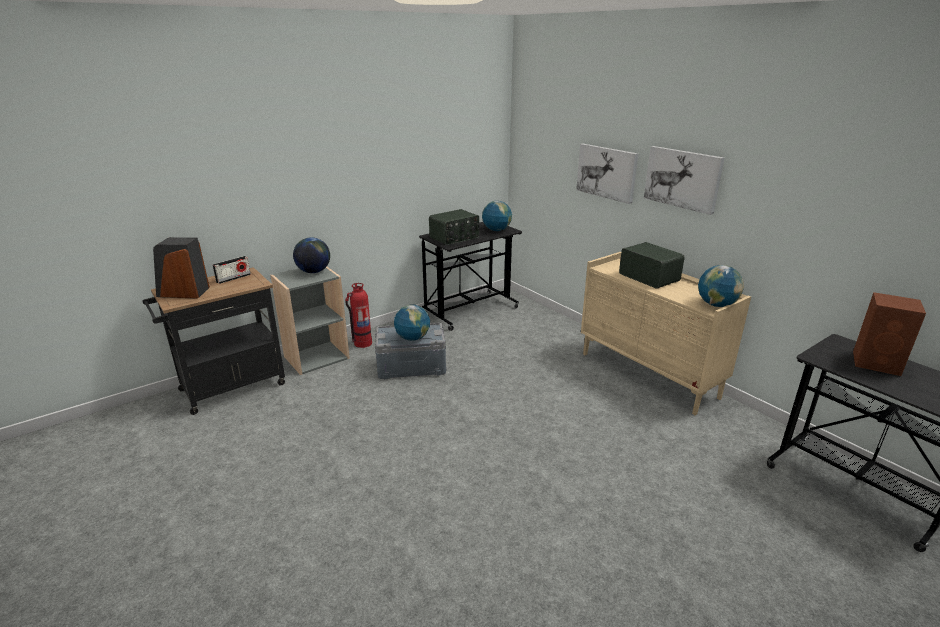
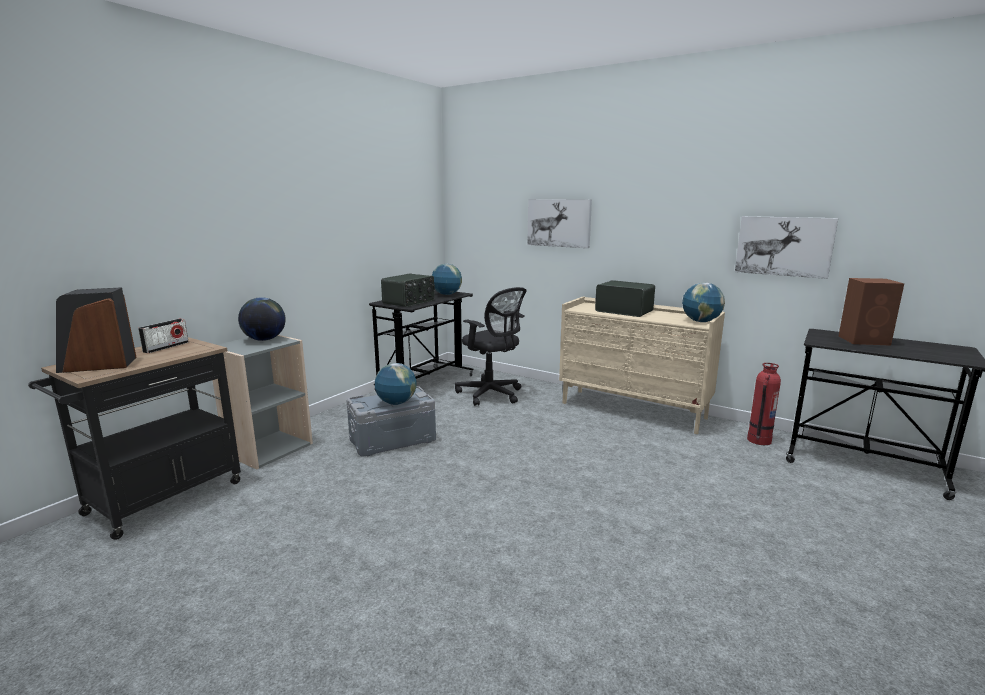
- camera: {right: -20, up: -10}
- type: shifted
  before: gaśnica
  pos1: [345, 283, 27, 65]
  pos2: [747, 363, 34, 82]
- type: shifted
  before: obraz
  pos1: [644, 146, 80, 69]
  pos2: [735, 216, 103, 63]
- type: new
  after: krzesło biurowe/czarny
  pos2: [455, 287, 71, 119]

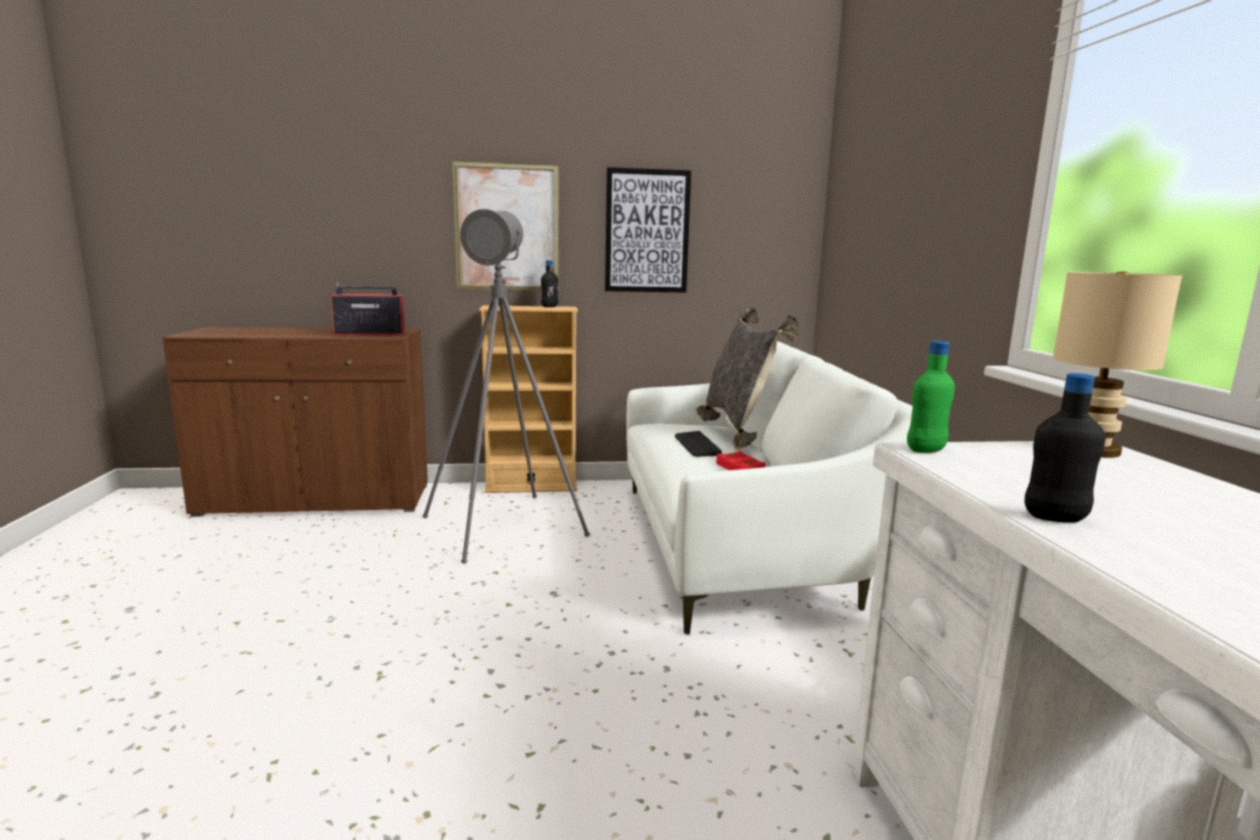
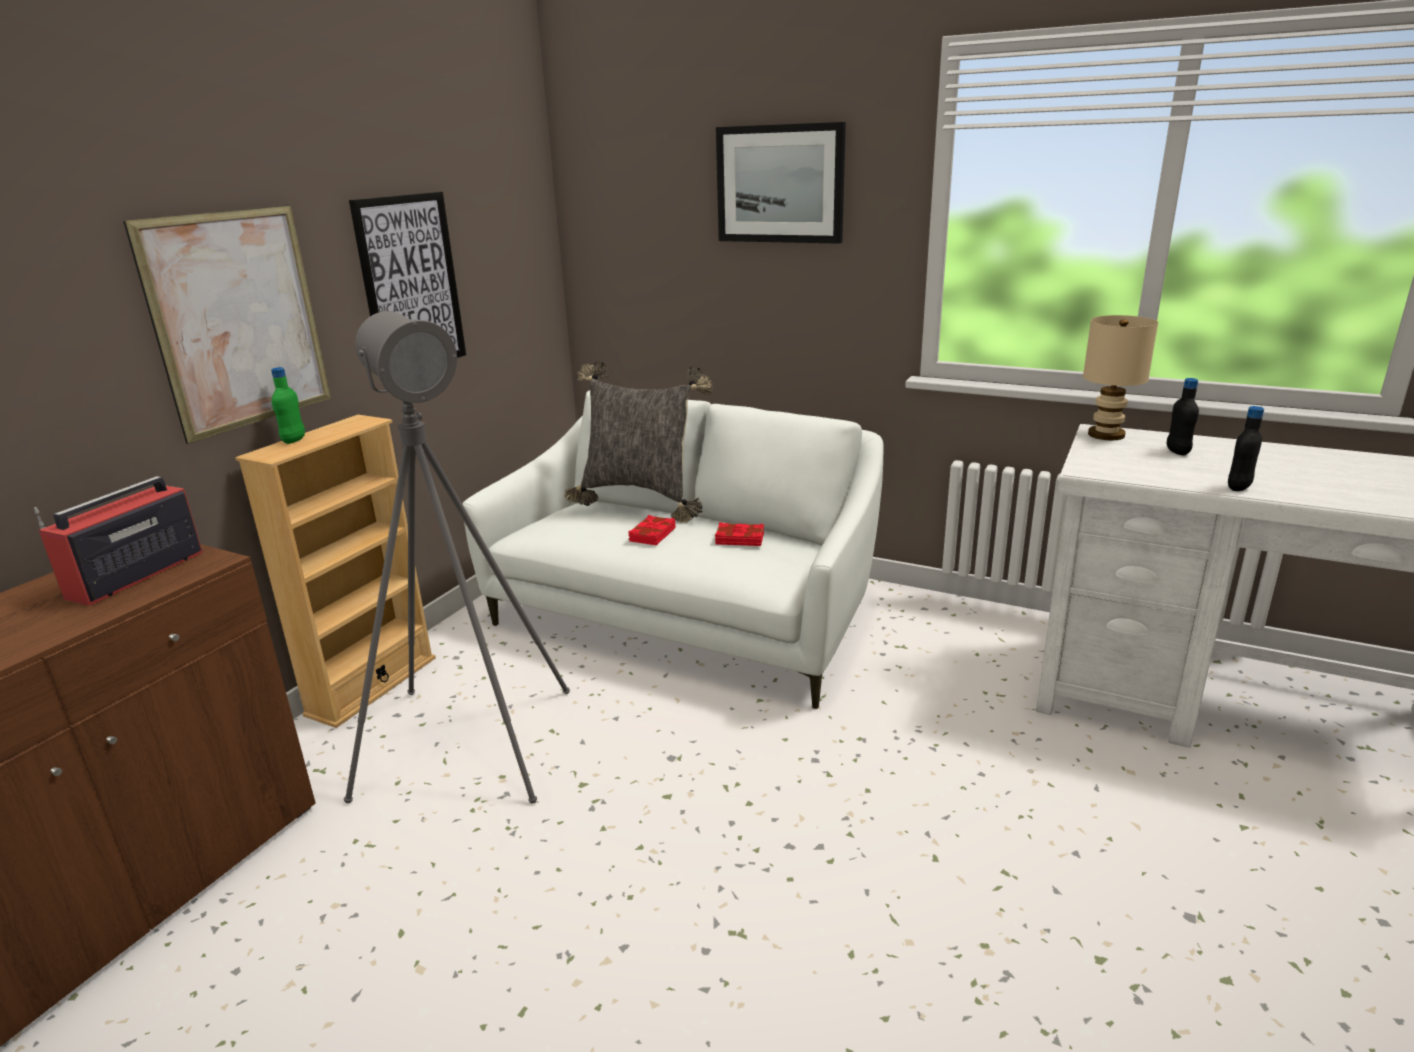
- camera: {right: -55, up: 10}
- type: shifted
  before: butelka/czarny
  pos1: [541, 260, 17, 47]
  pos2: [1167, 378, 32, 77]
- type: swapped
  before: klawiatura
  after: książka/czerwony
  pos1: [675, 431, 47, 26]
  pos2: [628, 515, 48, 30]
- type: shifted
  before: butelka/zielony
  pos1: [907, 341, 48, 112]
  pos2: [271, 367, 34, 77]
- type: new
  after: obraz
  pos2: [716, 122, 130, 122]

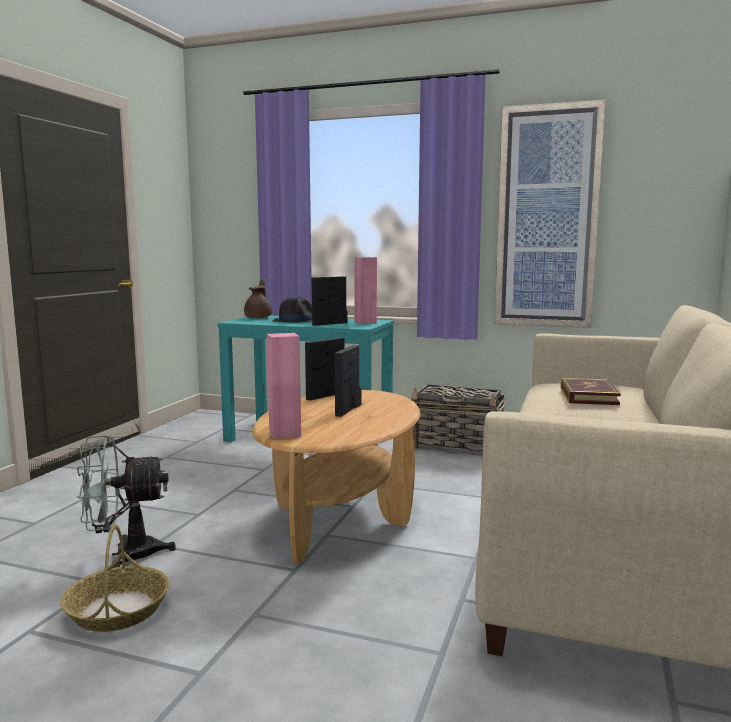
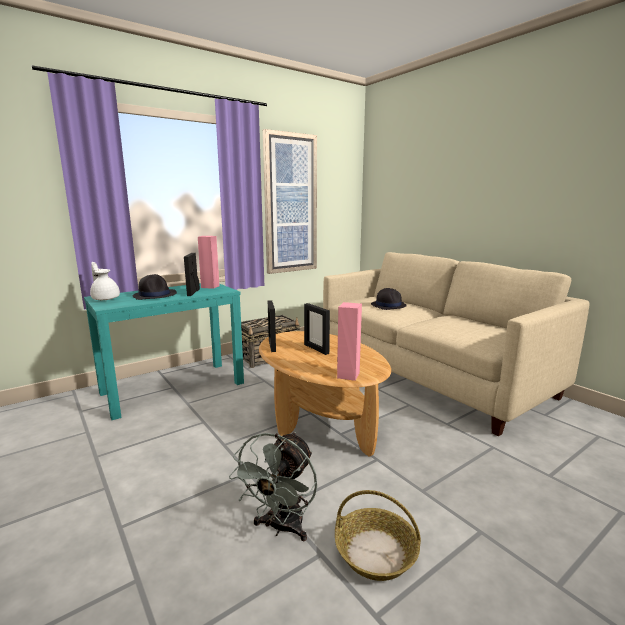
- camera: {right: -55, up: 5}
- type: repainted
  before: imbryk/brązowy
  after: imbryk/biały
  pos1: [244, 279, 28, 39]
  pos2: [90, 262, 30, 38]
- type: swapped
  before: książka
  after: kapelusz/czarny
  pos1: [561, 378, 60, 27]
  pos2: [371, 288, 36, 22]

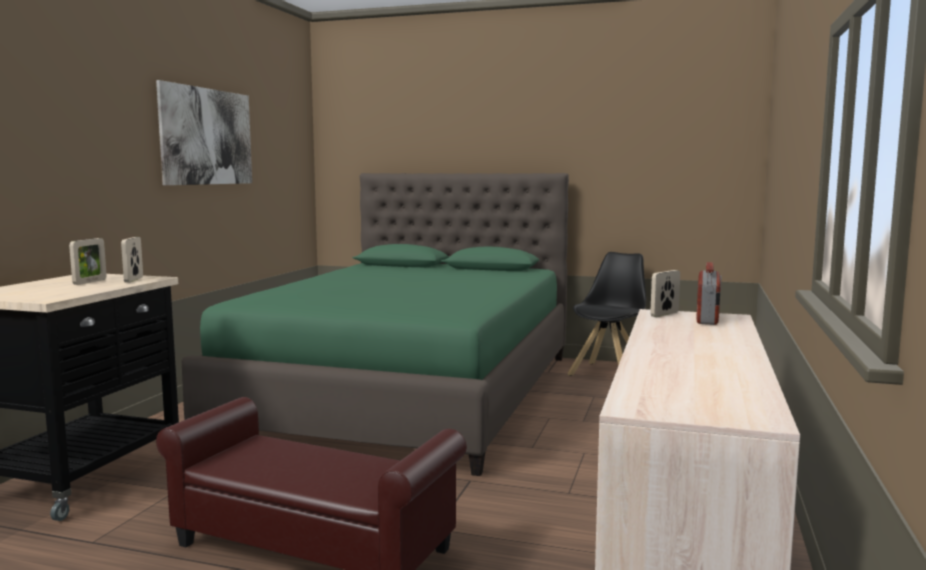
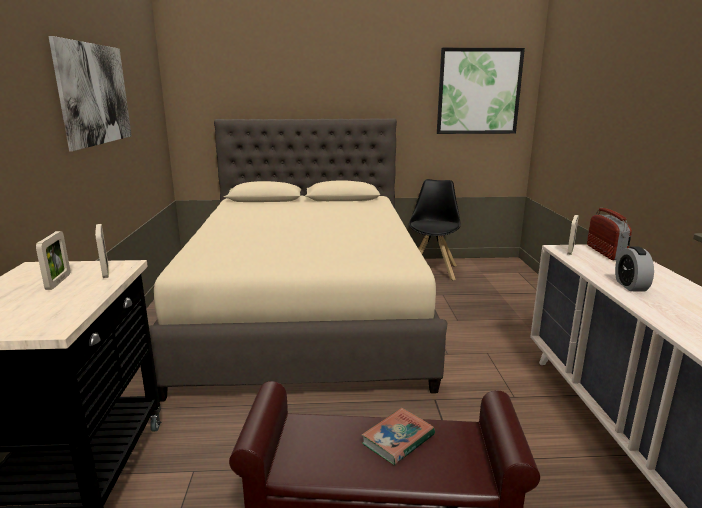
- camera: {right: -20, up: 10}
- type: repainted
  before: łóżko/zielony
  after: łóżko/beżowy
  pos1: [182, 173, 387, 303]
  pos2: [149, 118, 299, 284]
- type: new
  after: książka
  pos2: [361, 408, 74, 57]
- type: new
  after: obraz
  pos2: [437, 48, 88, 86]
- type: new
  after: budzik
  pos2: [615, 246, 39, 46]

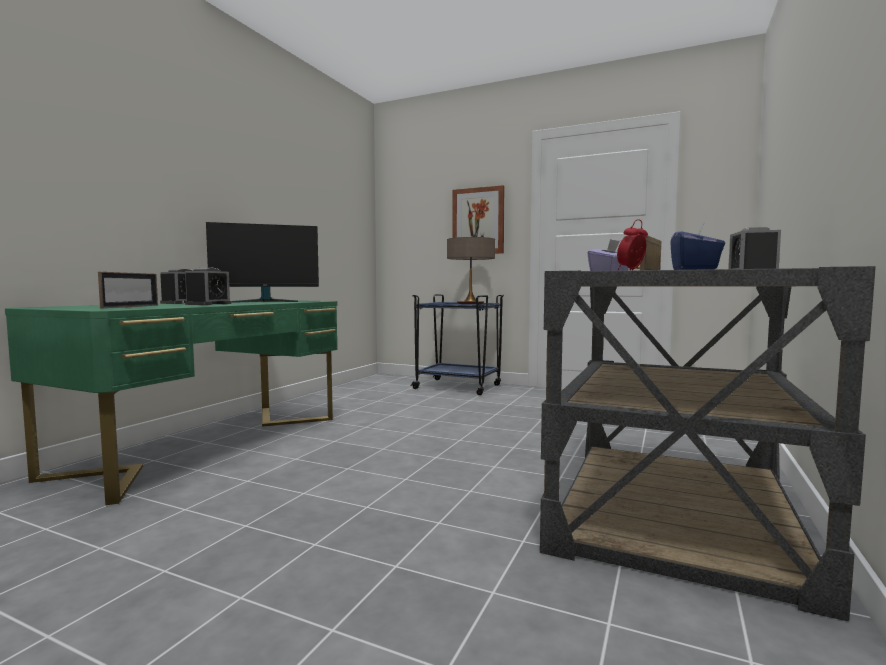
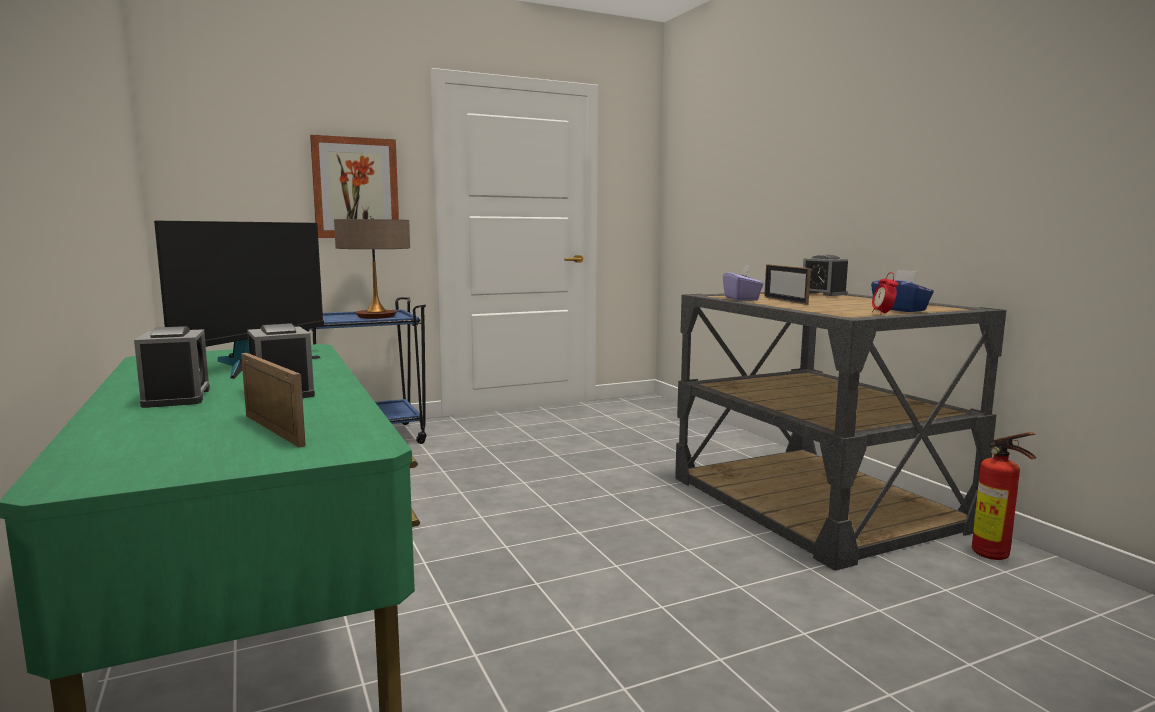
- camera: {right: -50, up: 5}
- type: new
  after: gaśnica
  pos2: [972, 432, 64, 128]

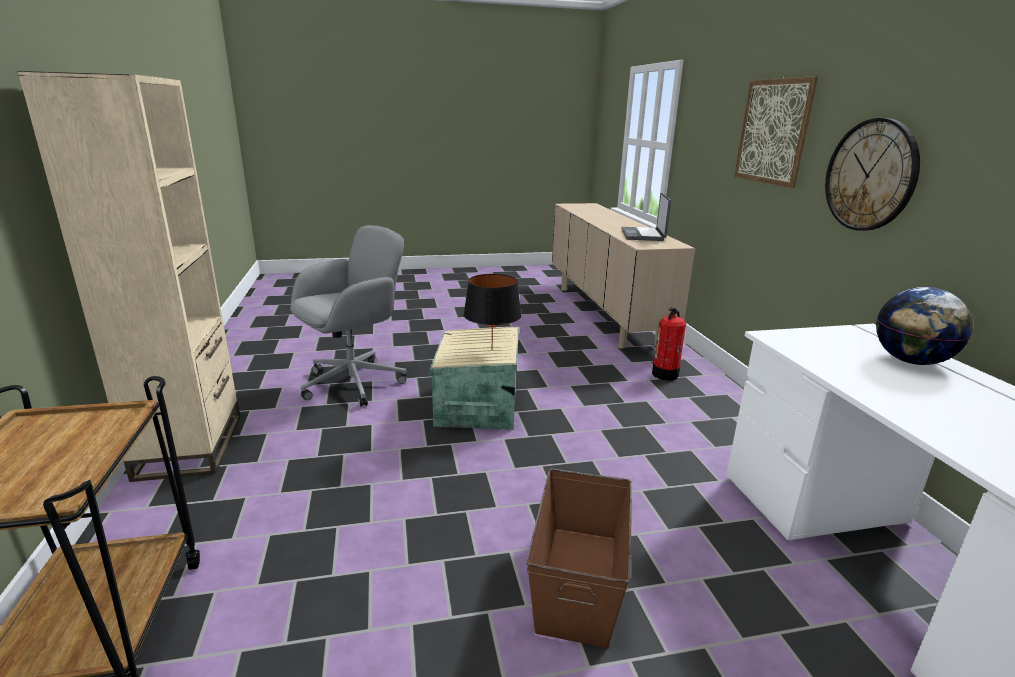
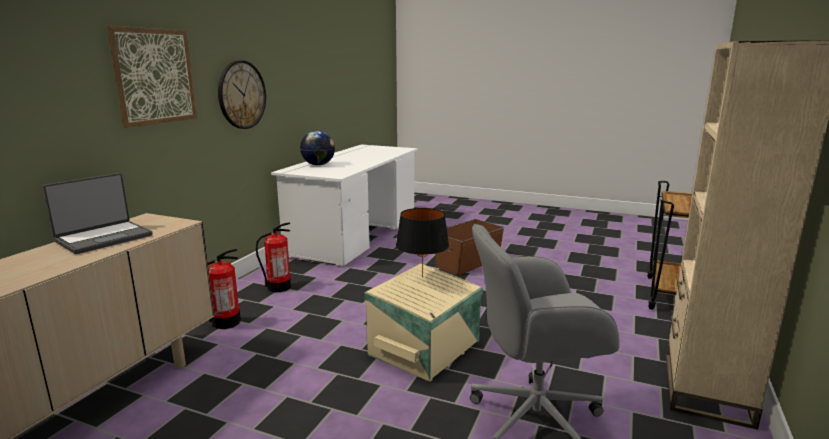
- camera: {right: -145, up: -5}
- type: new
  after: gaśnica
  pos2: [256, 222, 35, 70]

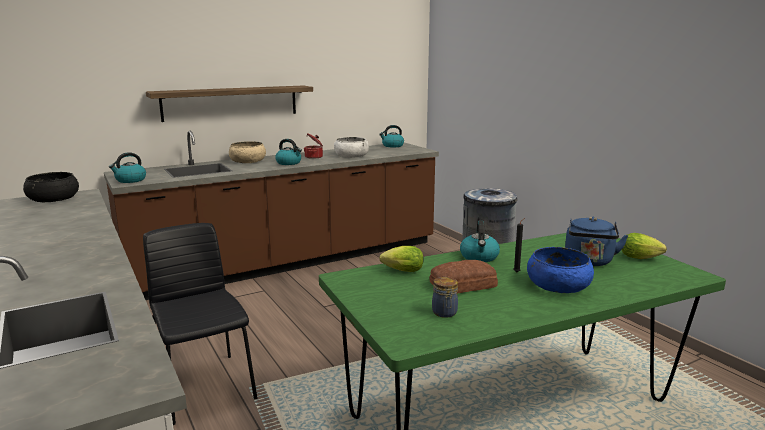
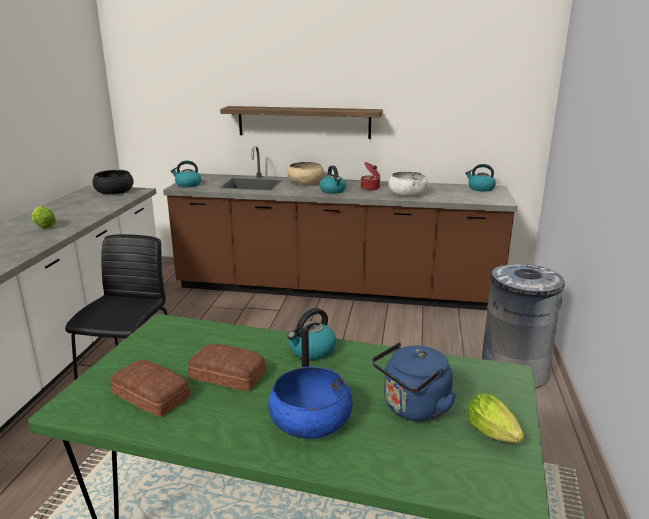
- camera: {right: 40, up: 5}
- type: shifted
  before: sałata
  pos1: [379, 246, 45, 26]
  pos2: [32, 206, 24, 22]
- type: swapped
  before: słoik
  after: chleb
  pos1: [432, 277, 26, 41]
  pos2: [110, 360, 81, 57]

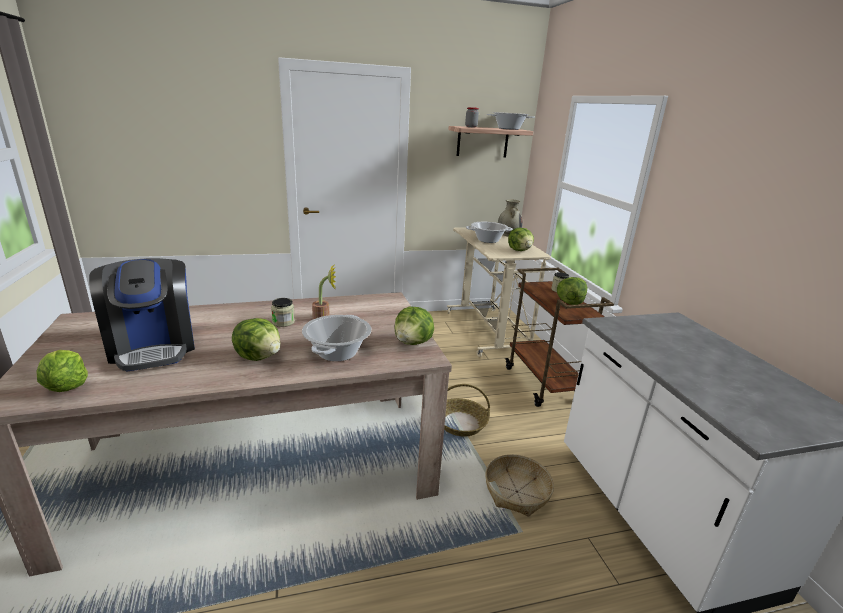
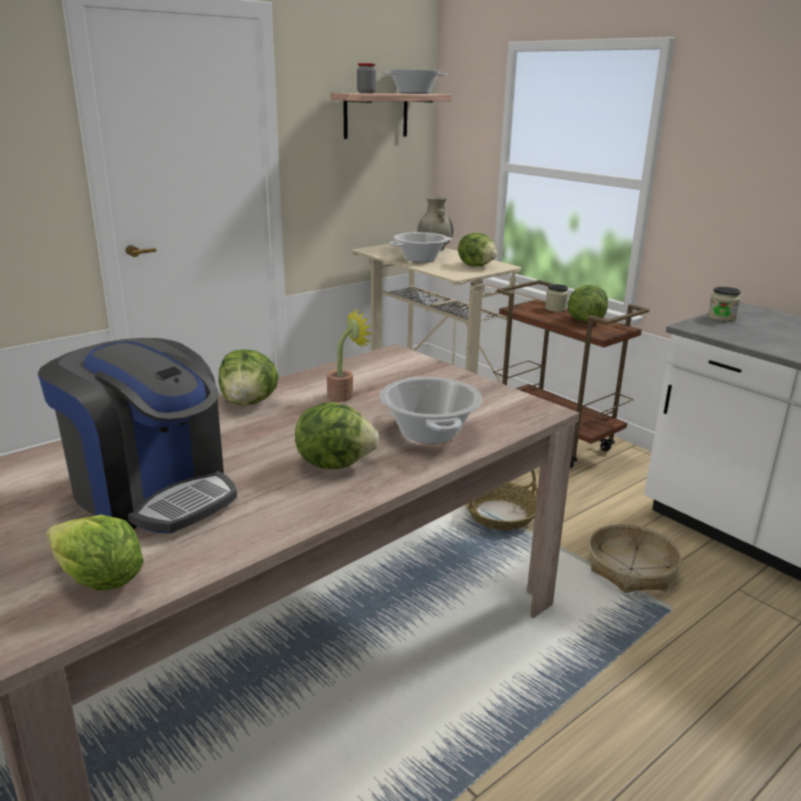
- camera: {right: -25, up: 0}
- type: shifted
  before: słoik
  pos1: [271, 298, 24, 29]
  pos2: [708, 287, 33, 34]
- type: shifted
  before: sałata
  pos1: [394, 307, 40, 38]
  pos2: [219, 349, 60, 56]

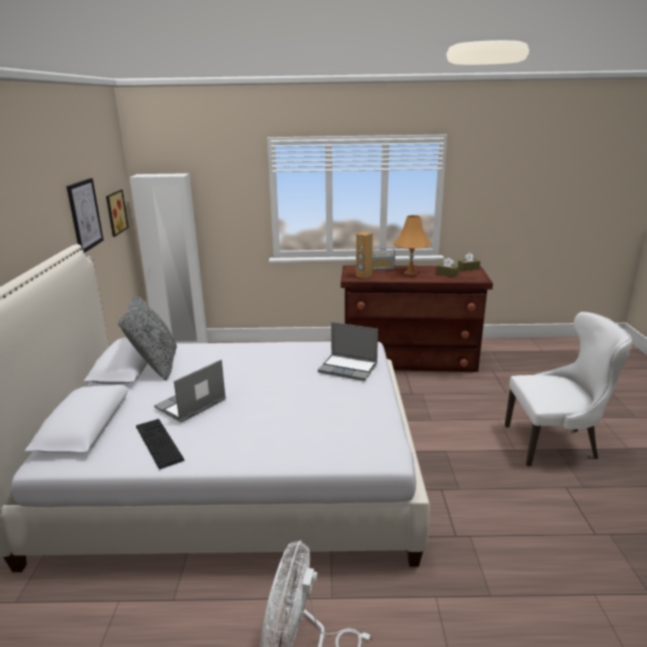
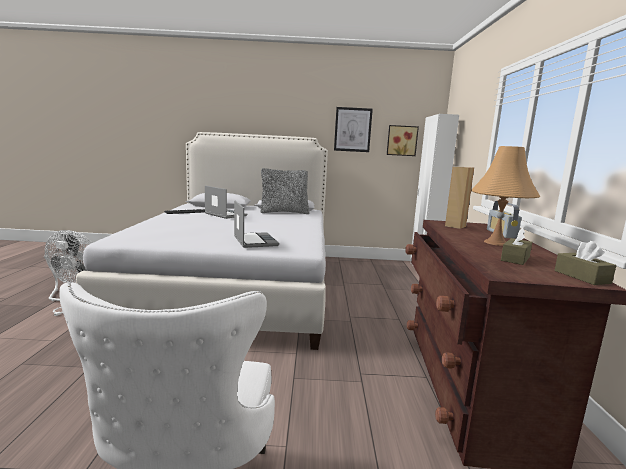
- camera: {right: 90, up: -10}
- type: rotated
  before: laptop
  pos1: [318, 322, 60, 59]
  pos2: [234, 201, 45, 47]
  turn: 135

